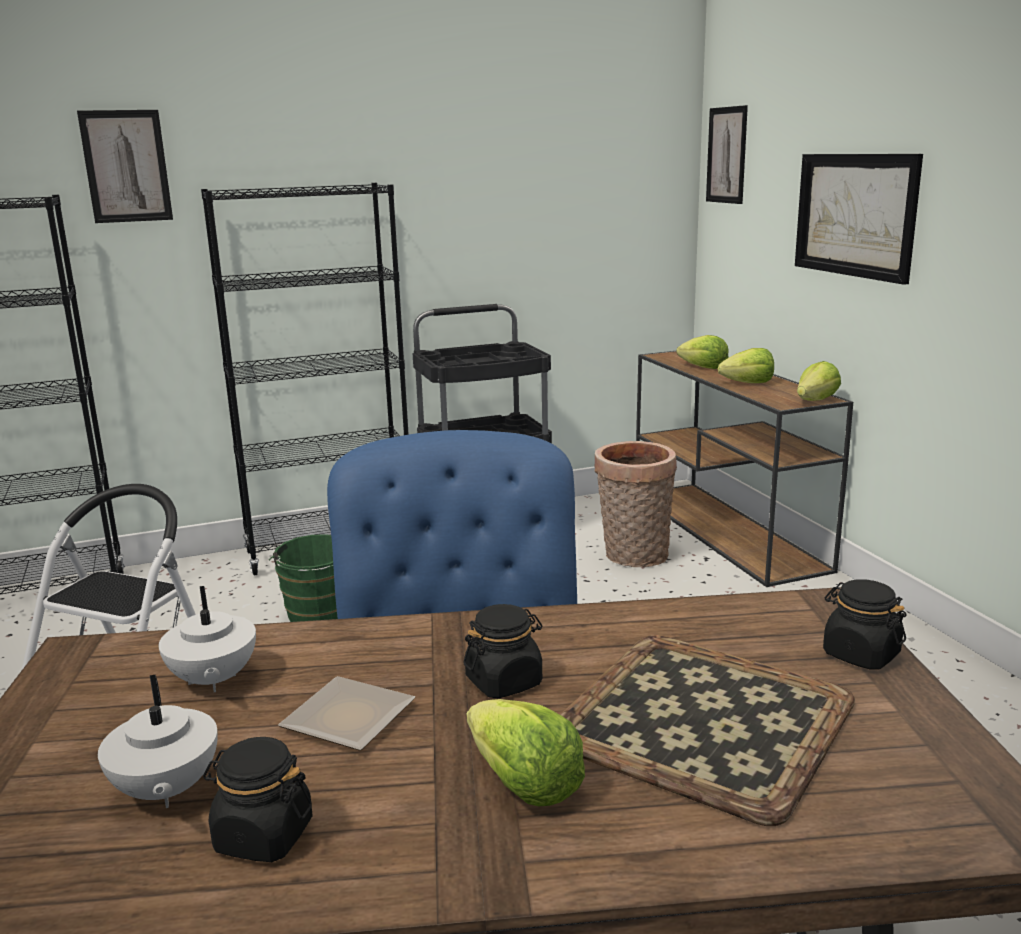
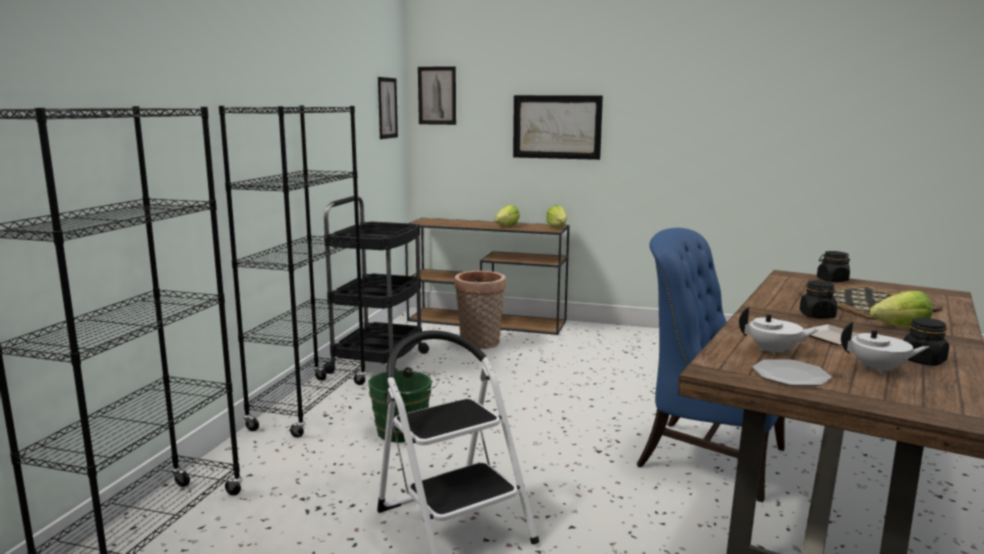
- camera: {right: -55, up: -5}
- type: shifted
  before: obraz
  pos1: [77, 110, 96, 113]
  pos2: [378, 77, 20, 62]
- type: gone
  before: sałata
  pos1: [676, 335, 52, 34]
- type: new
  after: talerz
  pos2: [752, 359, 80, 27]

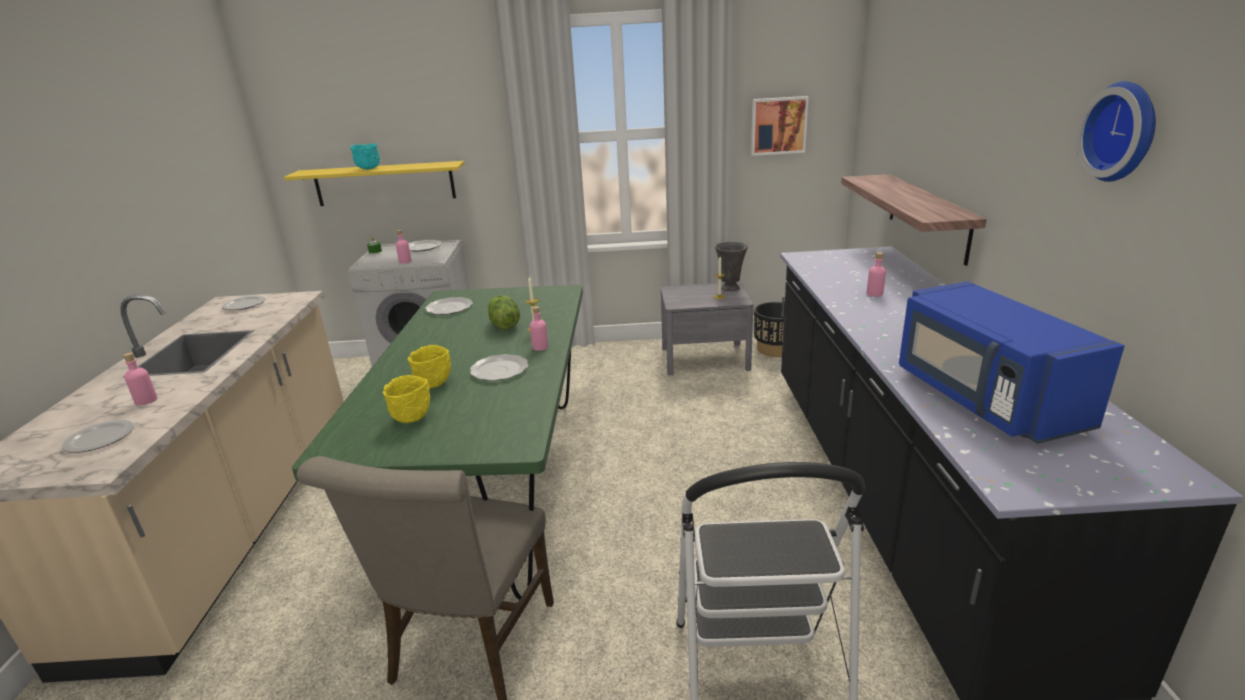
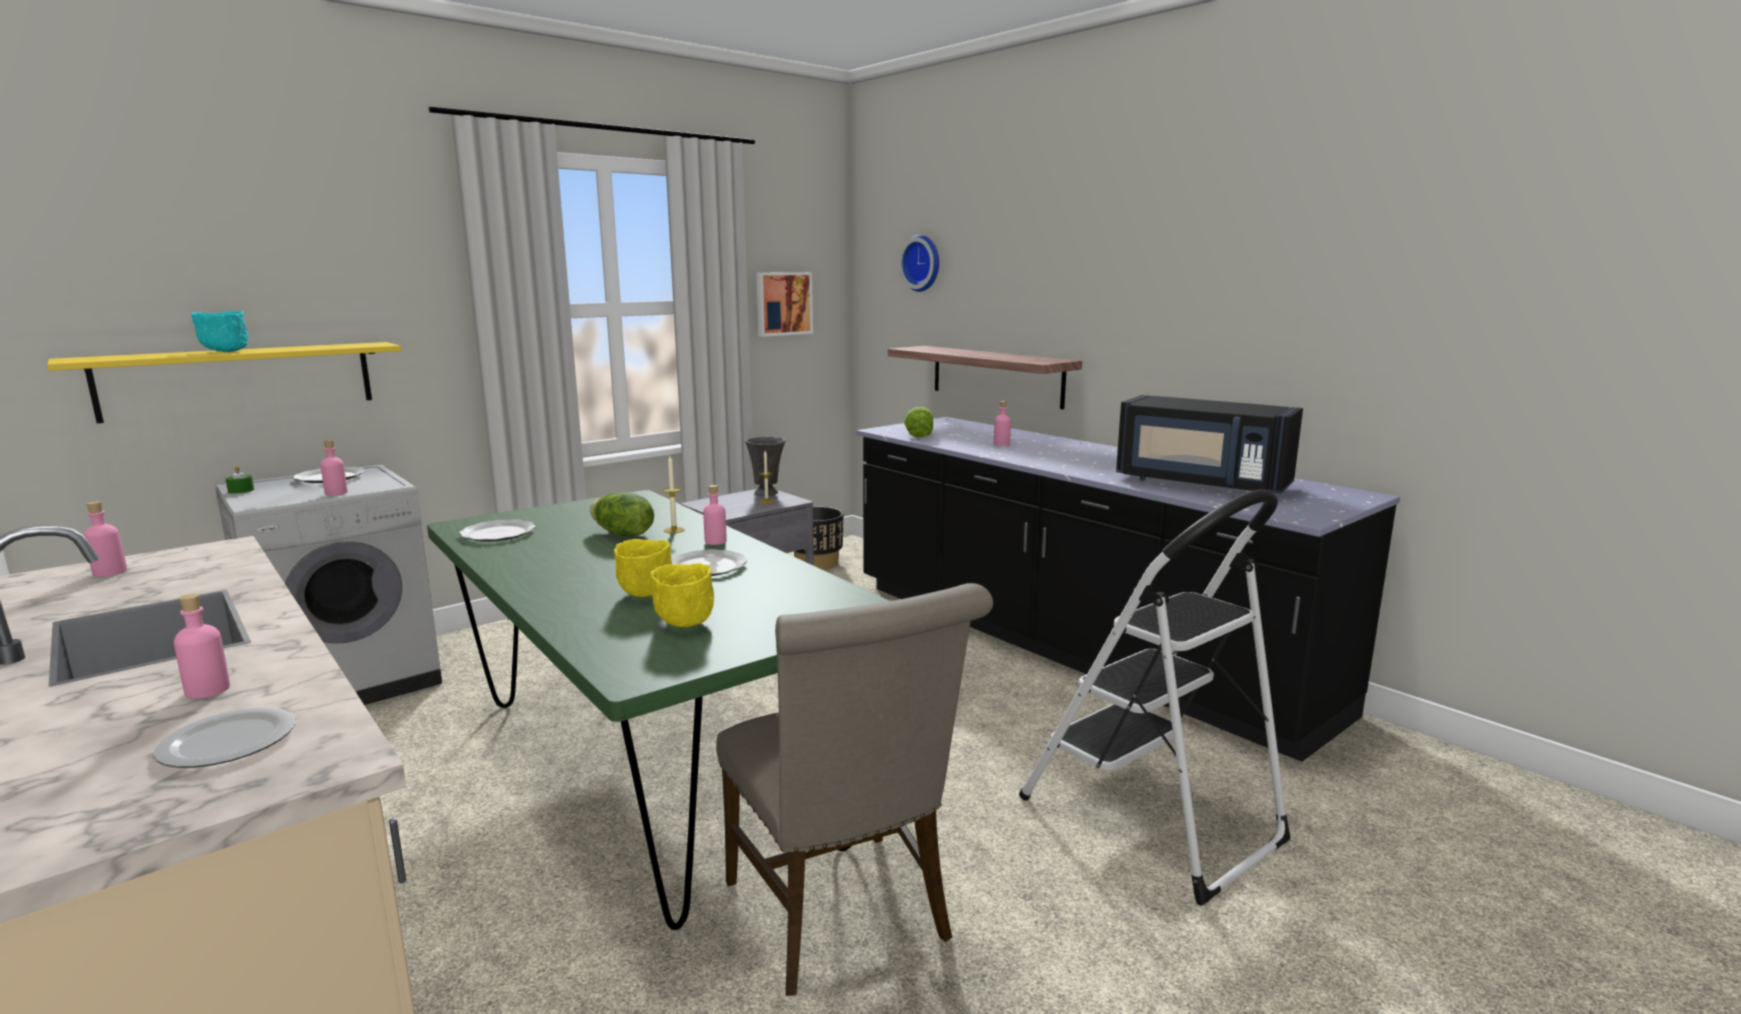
- camera: {right: -40, up: -10}
- type: swapped
  before: talerz
  after: butelka/różowy
  pos1: [222, 295, 44, 15]
  pos2: [83, 501, 44, 76]
- type: repainted
  before: mikrofalówka/niebieski
  after: mikrofalówka/czarny
  pos1: [899, 281, 226, 163]
  pos2: [1116, 395, 187, 99]
- type: shifted
  before: zegar ścienny
  pos1: [1077, 81, 79, 101]
  pos2: [899, 235, 40, 57]
- type: new
  after: sałata
  pos2: [904, 407, 29, 30]

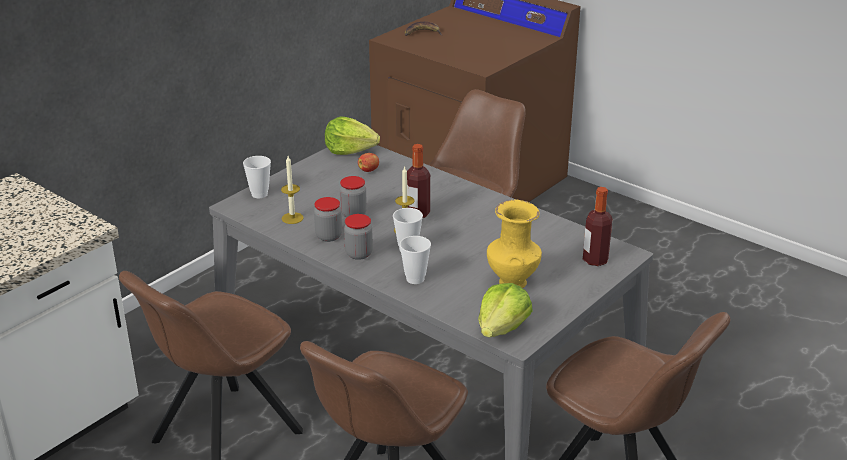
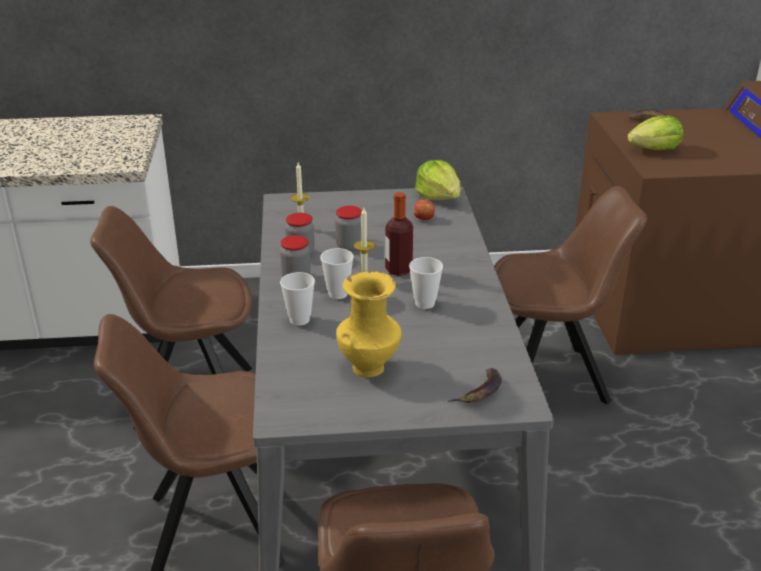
- camera: {right: 45, up: 0}
- type: shifted
  before: filiżanka
  pos1: [243, 156, 28, 42]
  pos2: [409, 257, 34, 52]
- type: shifted
  before: sałata
  pos1: [478, 283, 55, 55]
  pos2: [627, 116, 56, 34]
- type: swapped
  before: butelka
  after: banan
  pos1: [583, 187, 30, 79]
  pos2: [447, 368, 55, 35]

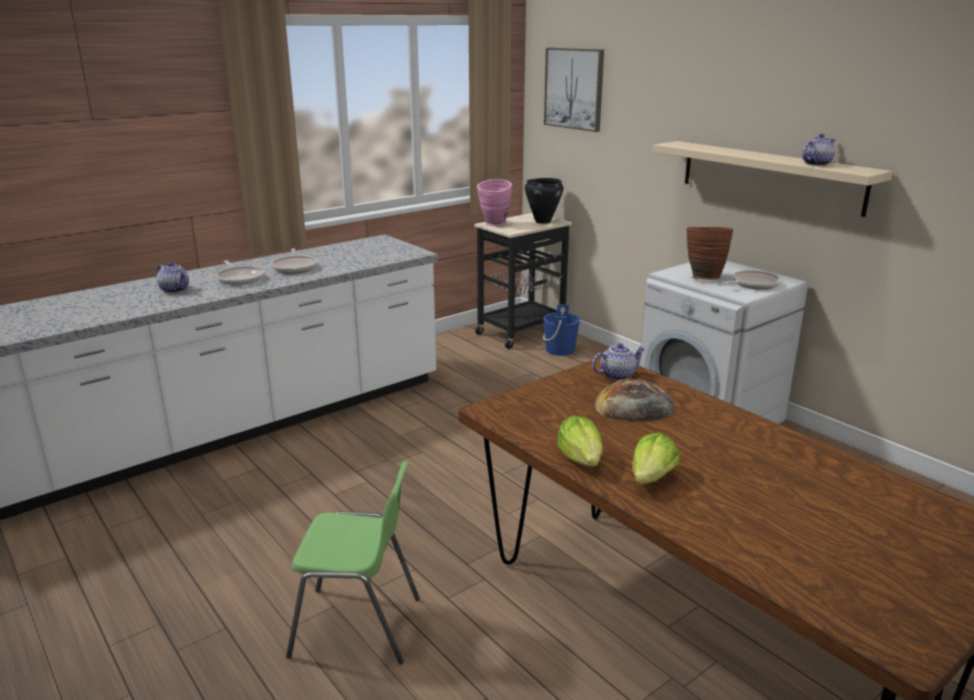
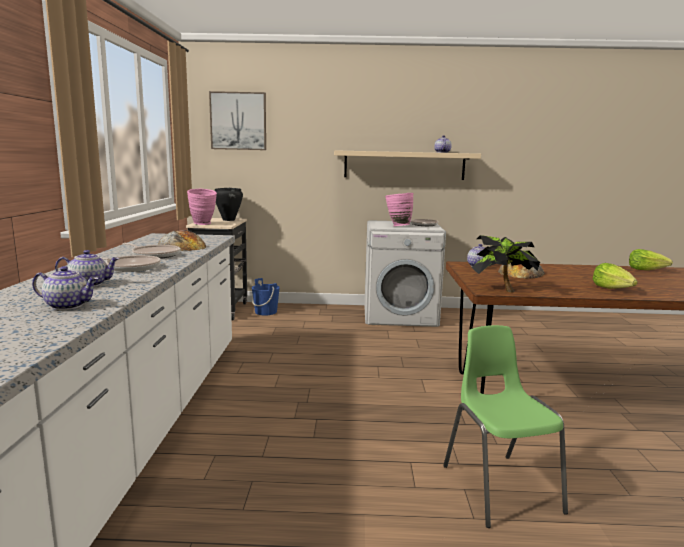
- camera: {right: -50, up: -10}
- type: rotated
  before: krzesło/zielony
  pos1: [286, 461, 134, 204]
  pos2: [443, 325, 125, 203]
  turn: -60
- type: shifted
  before: sałata
  pos1: [557, 416, 46, 51]
  pos2: [629, 249, 44, 21]
- type: repainted
  before: wazon/brązowy
  after: wazon/różowy
  pos1: [686, 227, 47, 53]
  pos2: [385, 193, 28, 33]
- type: new
  after: imbryk
  pos2: [32, 266, 66, 44]
- type: new
  after: chleb
  pos2: [157, 230, 49, 21]
- type: new
  after: roślina doniczkowa
  pos2: [471, 235, 70, 57]

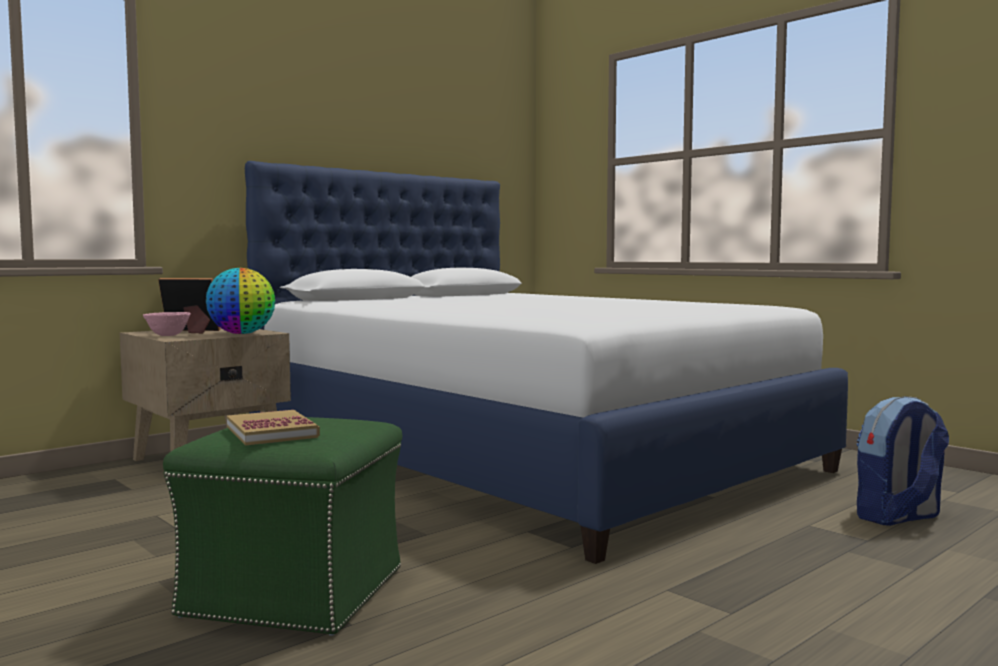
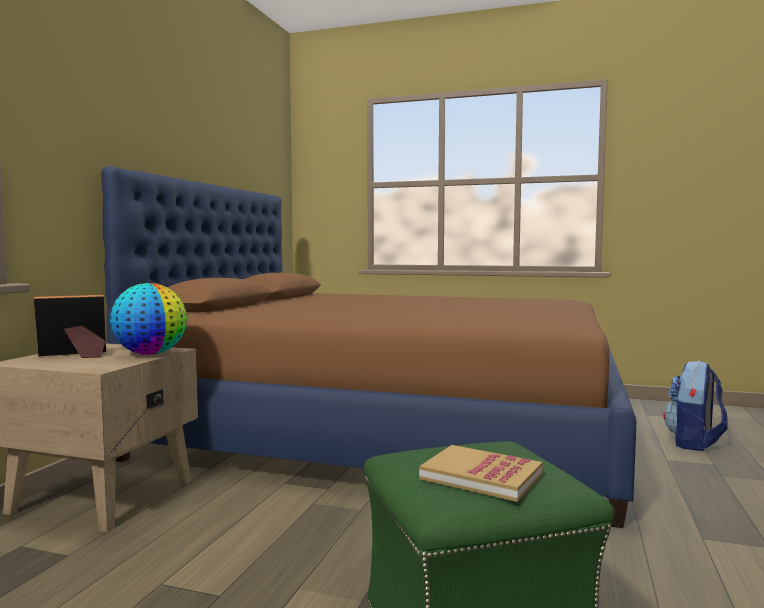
- camera: {right: -30, up: 0}
- type: gone
  before: miska/różowy
  pos1: [143, 312, 48, 24]
- type: repainted
  before: łóżko/biały
  after: łóżko/brązowy
  pos1: [245, 161, 603, 403]
  pos2: [101, 166, 535, 362]

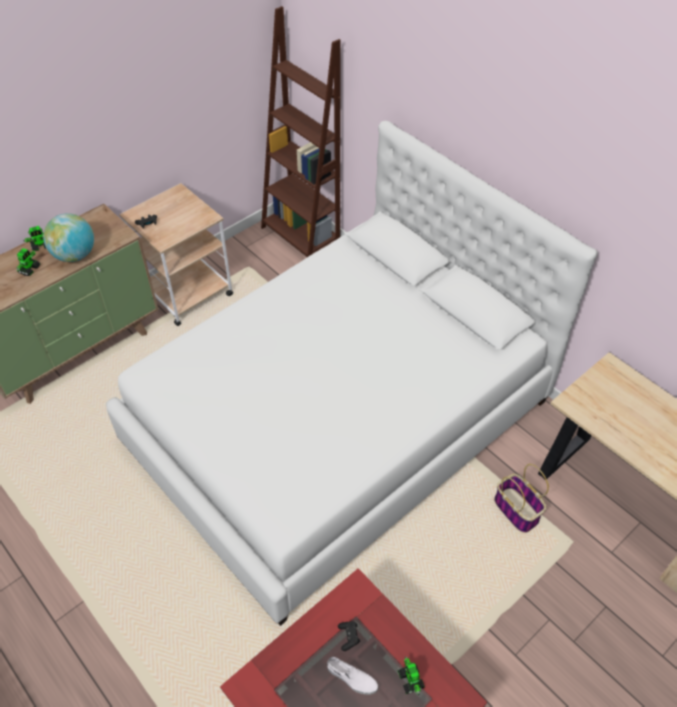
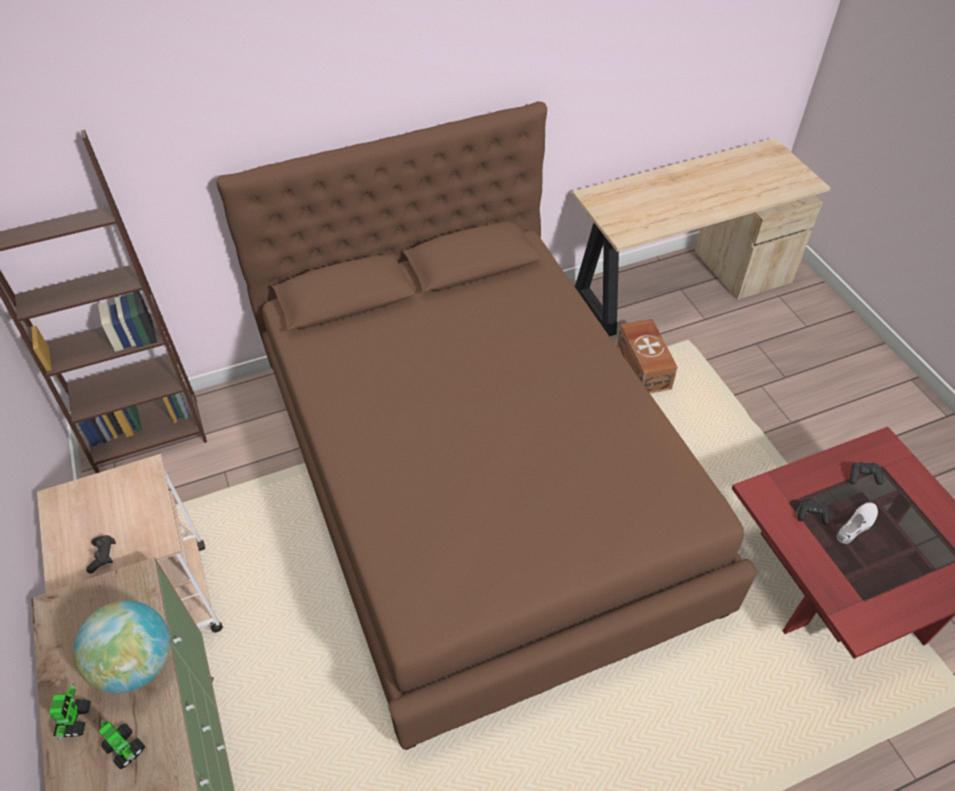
- camera: {right: -70, up: 0}
- type: repainted
  before: łóżko/biały
  after: łóżko/brązowy
  pos1: [106, 121, 492, 505]
  pos2: [216, 101, 541, 649]
- type: swapped
  before: robot zabawkowy
  after: pad do gier/czarny
  pos1: [398, 656, 27, 39]
  pos2: [849, 462, 35, 23]
- type: swapped
  before: koszyk
  after: pojemnik do przechowywania/brązowy
  pos1: [494, 464, 55, 69]
  pos2: [617, 319, 61, 74]

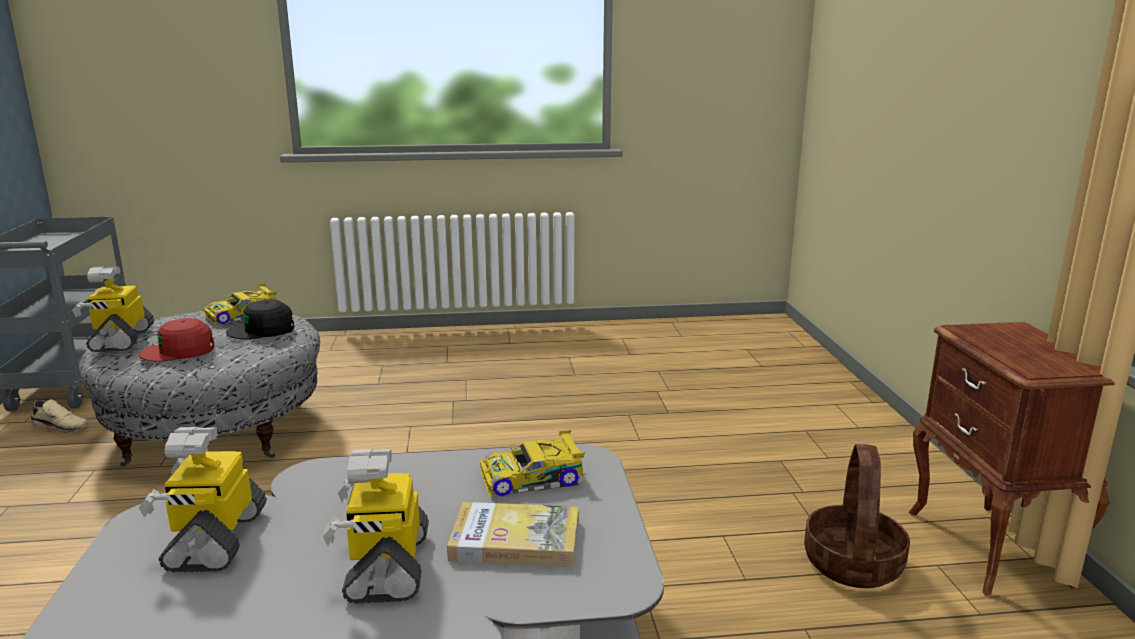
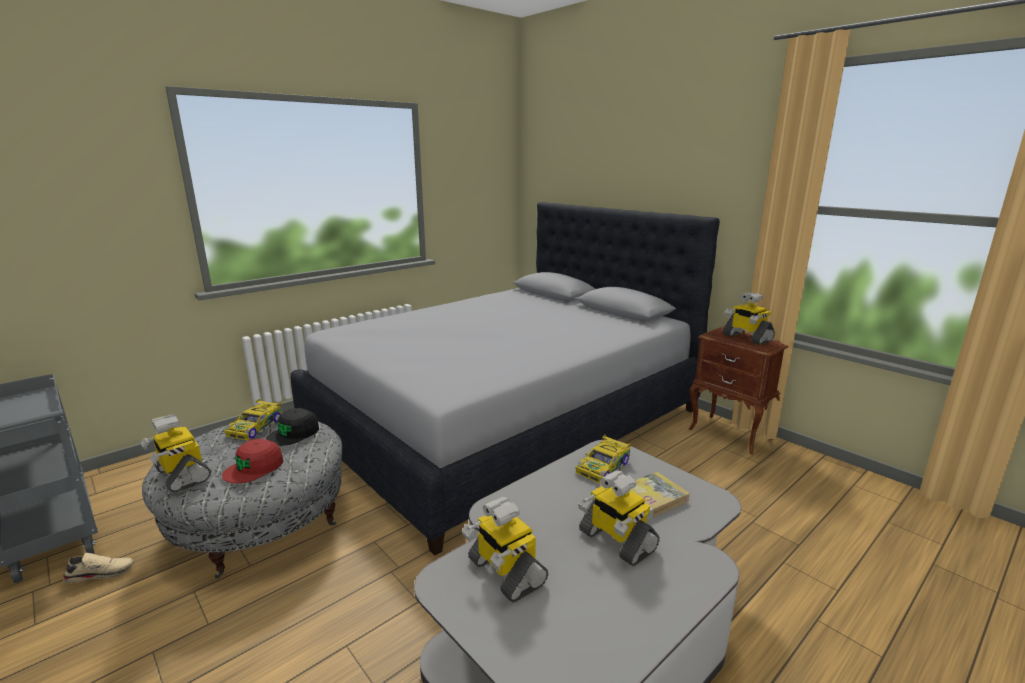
- camera: {right: -35, up: 0}
- type: gone
  before: koszyk
  pos1: [804, 444, 106, 144]
- type: new
  after: łóżko/szary
  pos2: [291, 202, 429, 354]
- type: new
  after: robot zabawkowy
  pos2: [723, 292, 52, 53]

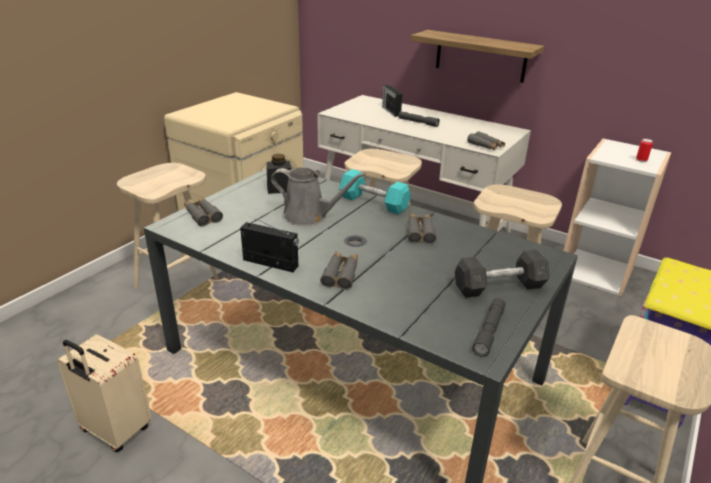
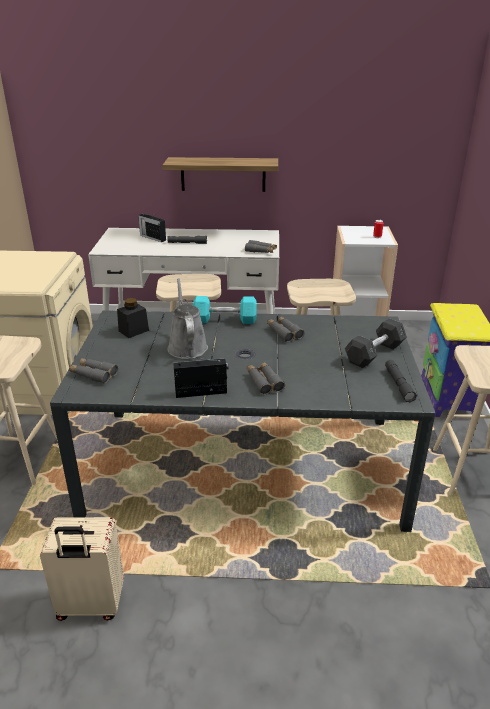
- camera: {right: -30, up: 0}
- type: rotated
  before: konewka/szary
  pos1: [271, 168, 95, 58]
  pos2: [167, 278, 41, 81]
  turn: -90

